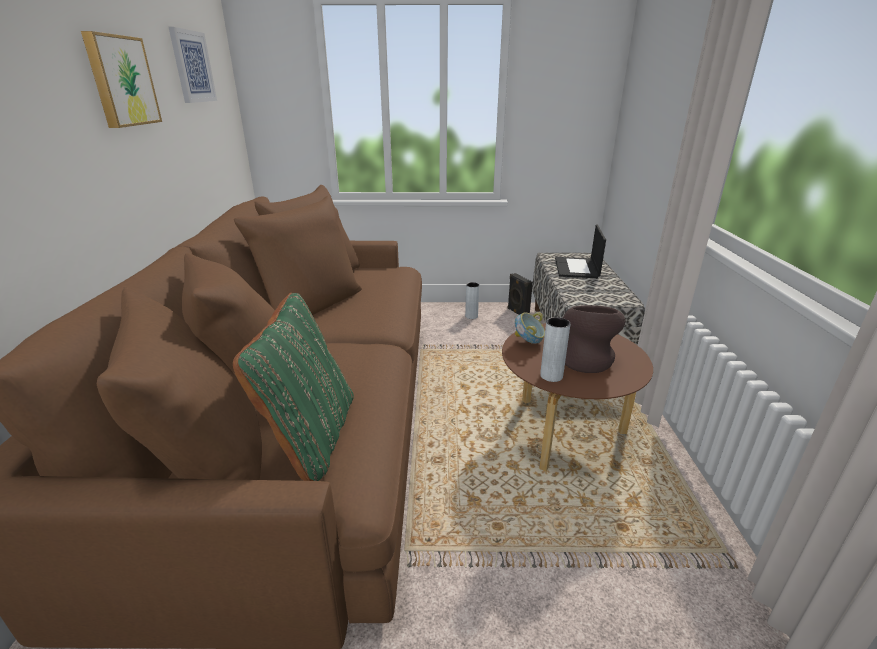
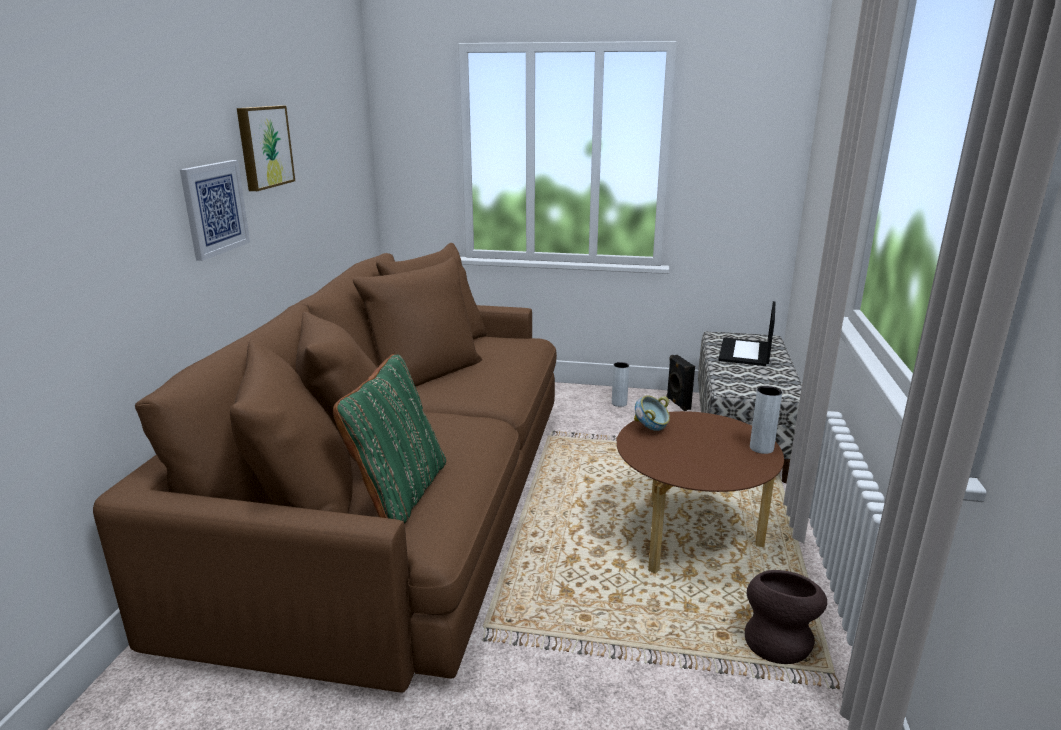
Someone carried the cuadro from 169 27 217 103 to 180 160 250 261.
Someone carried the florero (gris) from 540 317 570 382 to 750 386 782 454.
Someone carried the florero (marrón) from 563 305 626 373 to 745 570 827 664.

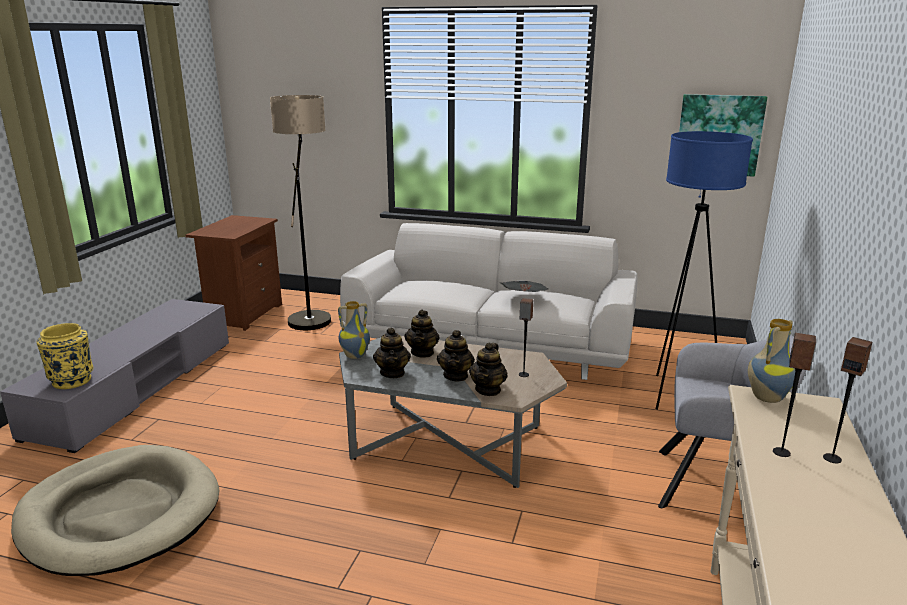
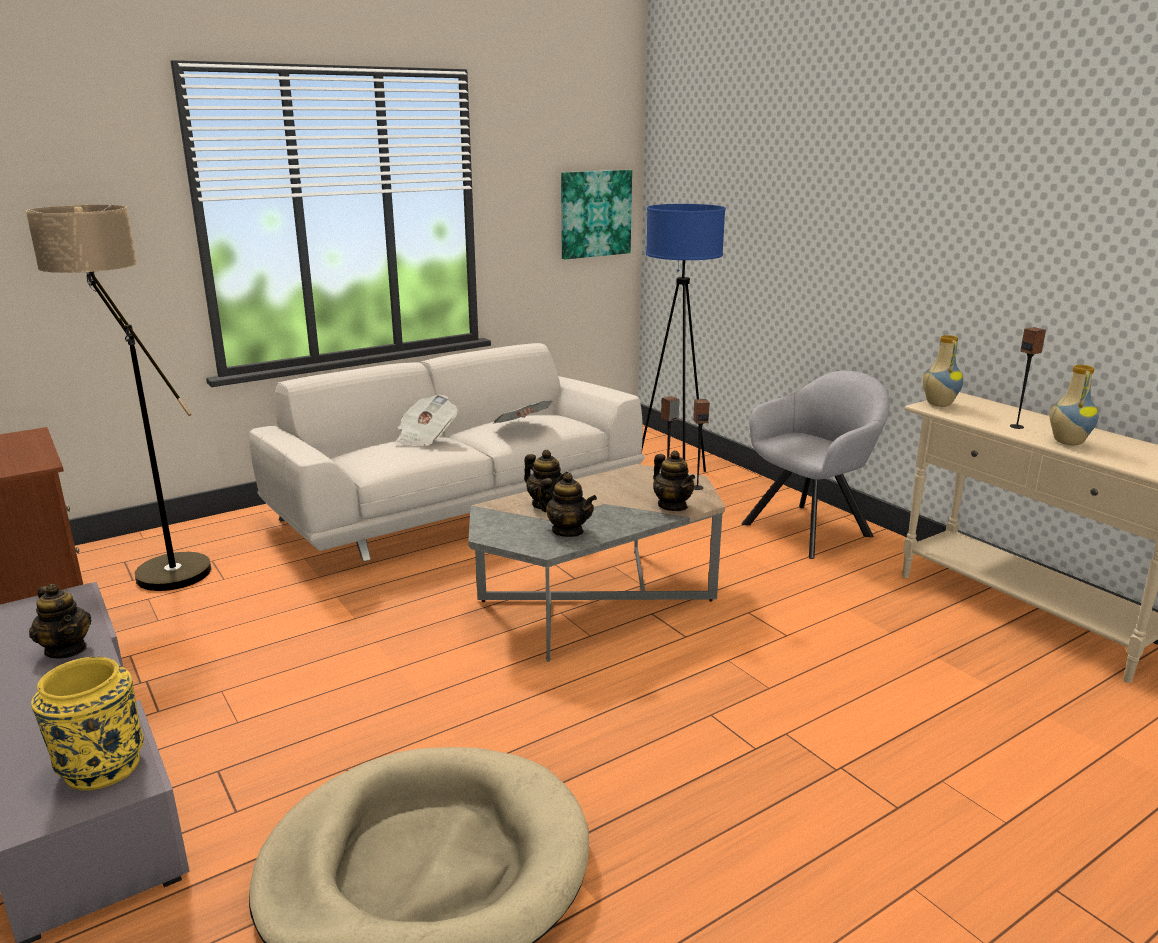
Someone put down the periódico at 395 395 458 446.
Someone carried the florero from 338 301 370 359 to 1050 365 1099 445.
Someone carried the tetera from 437 330 475 381 to 29 584 91 658.
Someone carried the altavoz from 823 337 872 463 to 693 399 710 490.

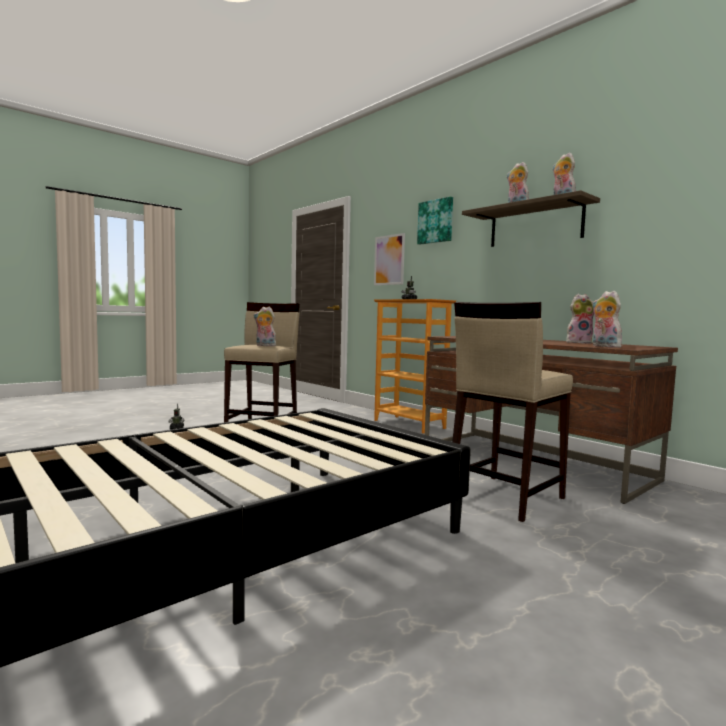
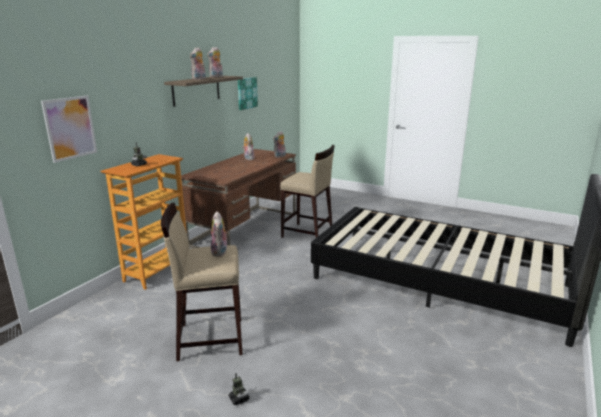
Someone carried the cuadro from 417 197 453 244 to 238 77 258 110.

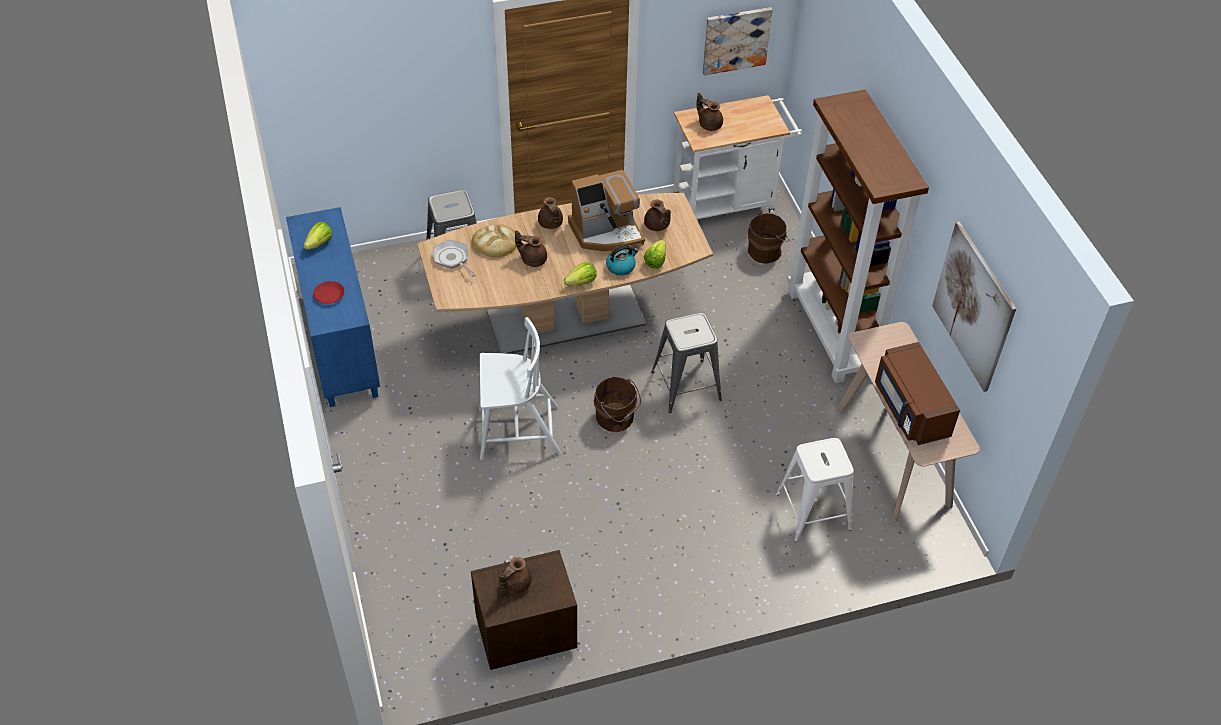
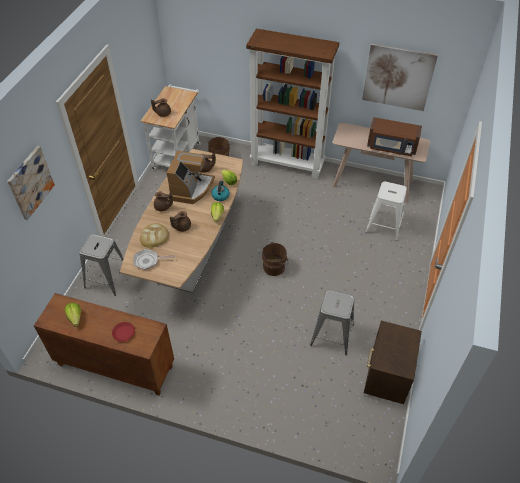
Someone took away the silla (blanco) at 479 317 561 460.
Someone took away the tetera (marrón) at 499 557 532 594.
Someone carried the taburete (gris) from 651 313 722 413 to 310 290 354 355.
Someone carried the cuadro from 703 7 773 75 to 7 146 55 220.
Someone repainted the armario (azul) at 286 207 380 407, which became the armario (marrón) at 34 293 174 396.

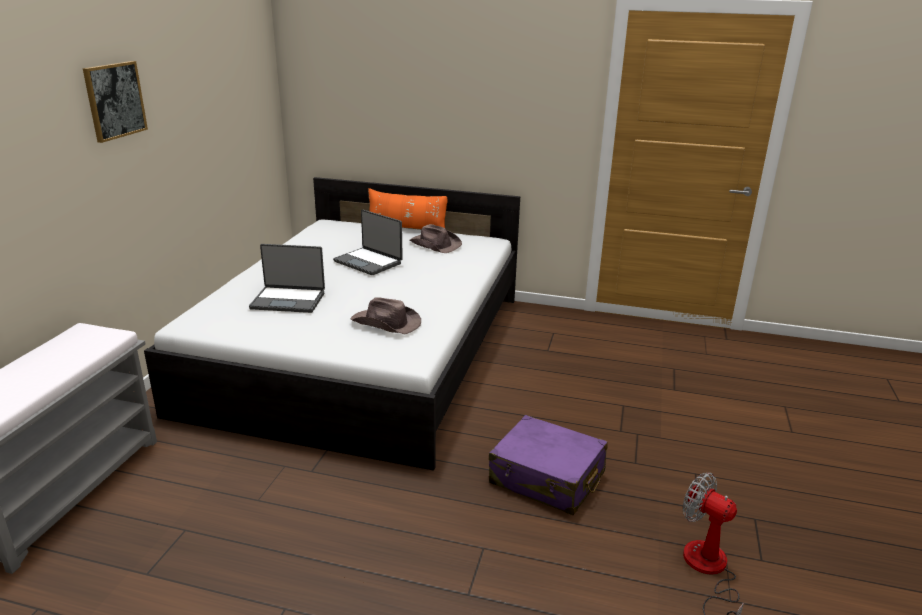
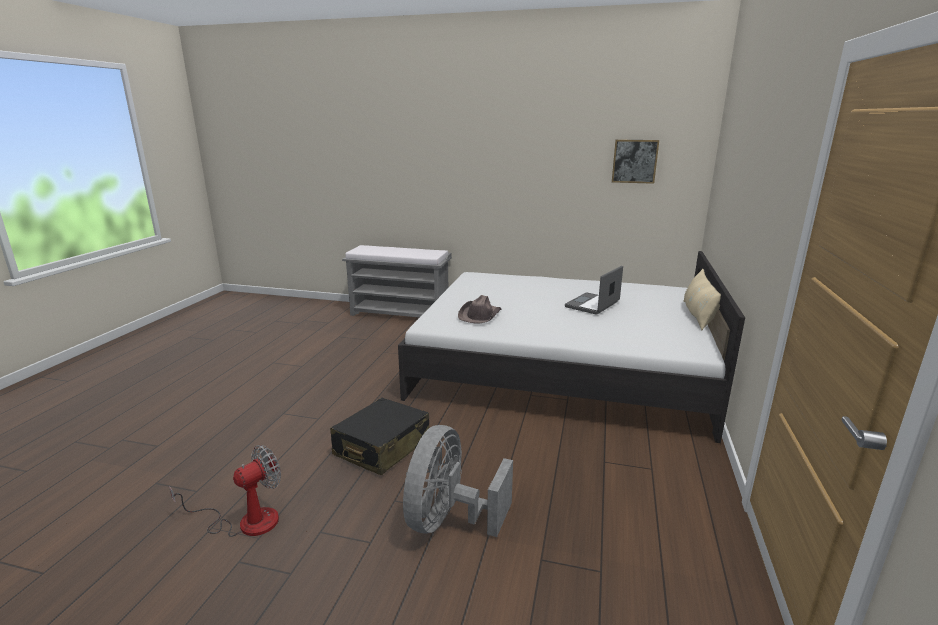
Someone took away the portátil at 249 244 325 313.
Someone took away the sombrero (marrón) at 410 224 462 253.
Someone put down the ventilador (gris) at 403 425 513 537.
Someone carried the cuadro from 83 61 148 143 to 612 140 659 184.
Someone repainted the cojín (naranja) at 368 188 448 229, which became the cojín (beis) at 684 269 721 330.
Someone repainted the maleta (morado) at 489 415 608 515, which became the maleta (negro) at 330 397 429 475.

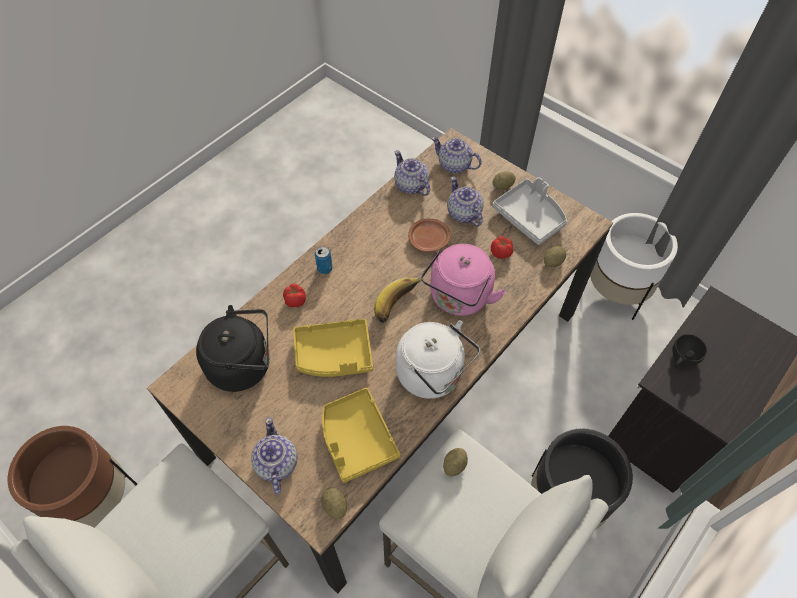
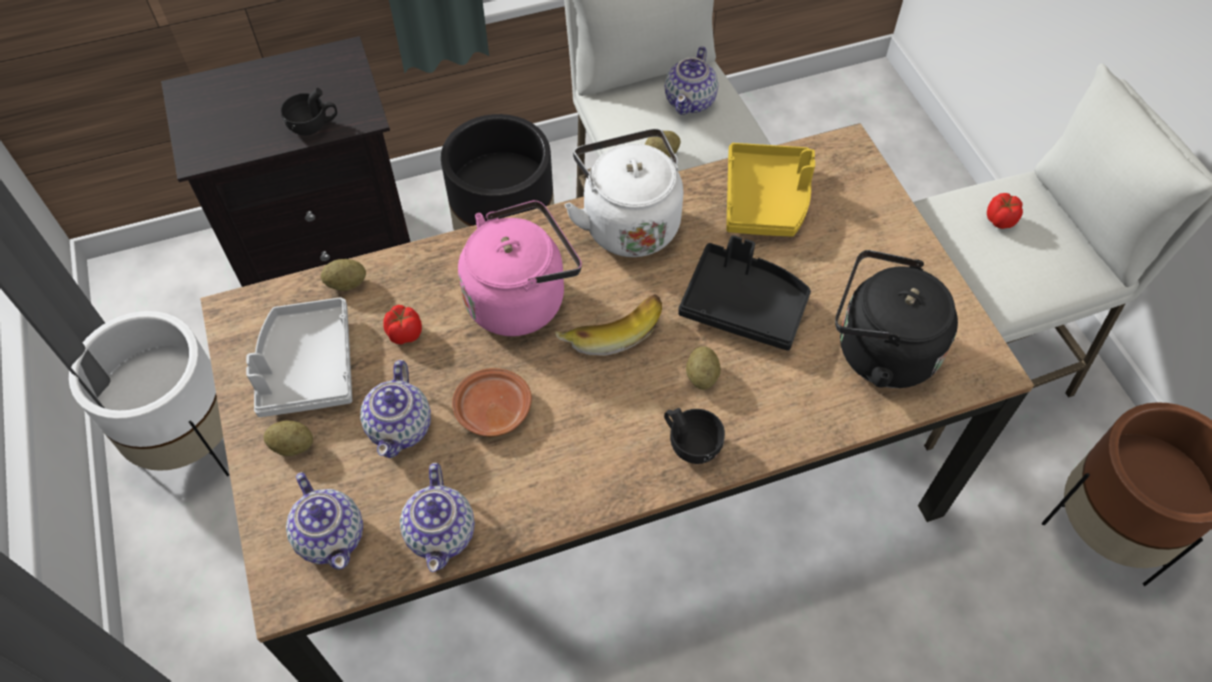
Someone carried the tetera from 251 417 298 494 to 665 46 718 115.
Someone carried the tomate from 283 284 306 307 to 987 193 1023 229.
Someone carried the patata from 322 487 347 519 to 686 346 721 390.
Someone swapped the lata at 315 247 332 274 for the taza (negro) at 664 408 725 464.
Someone repainted the bandeja (amarillo) at 293 319 373 377, which became the bandeja (negro) at 678 235 811 351.

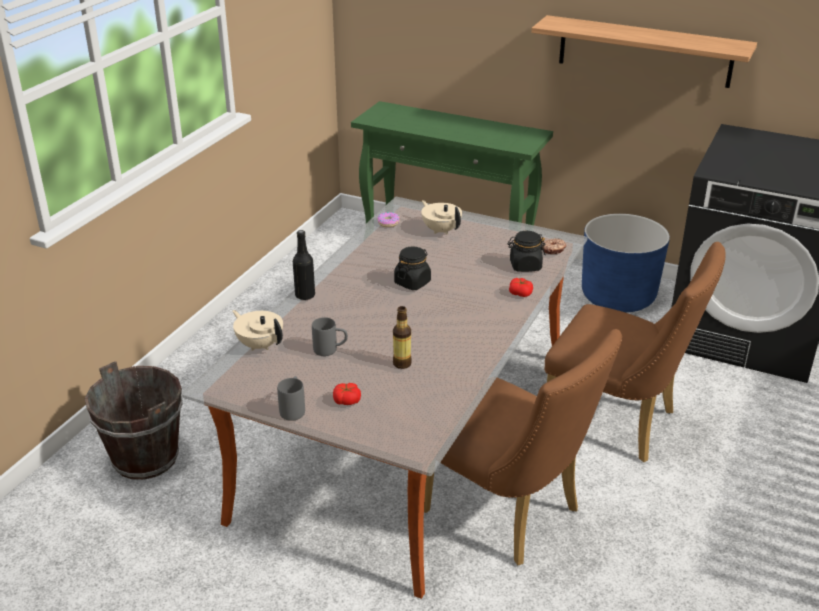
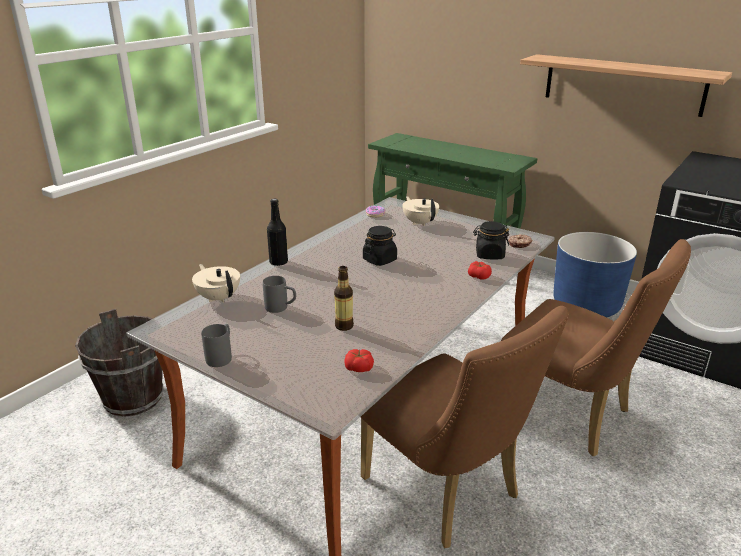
Someone carried the tomate from 333 383 361 405 to 344 349 374 372.

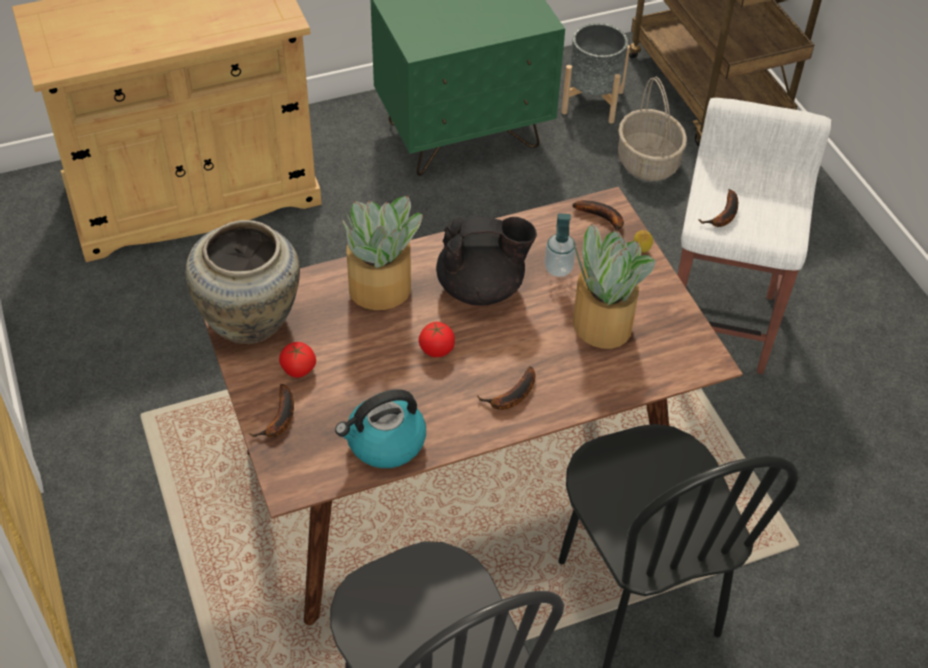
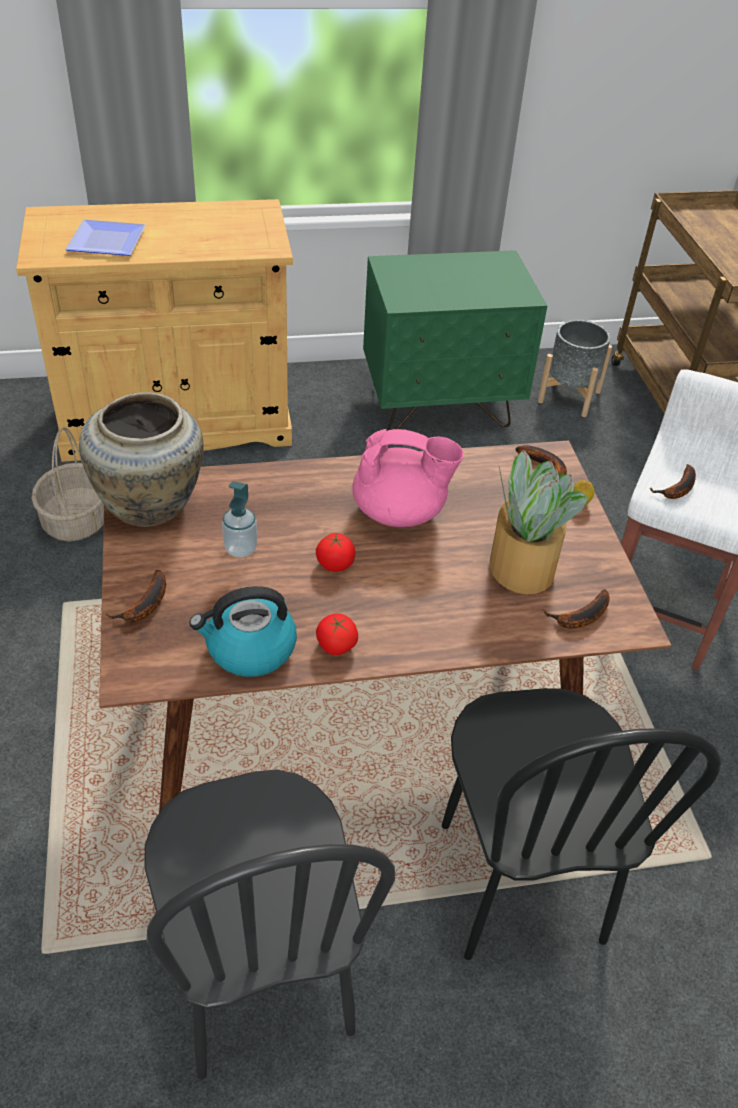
Someone took away the planta en maceta at 342 196 423 310.
Someone put down the plato at 65 220 146 256.
Someone carried the tomate from 279 342 316 378 to 316 613 358 655.
Someone carried the plátano from 477 366 536 410 to 543 589 610 629.
Someone carried the dispensador de jabón from 544 213 576 277 to 222 481 258 558.
Someone carried the cesta from 618 77 687 181 to 32 427 104 542.
Someone repainted the tetera (negro) at 436 217 537 305, which became the tetera (rosa) at 352 429 464 527.

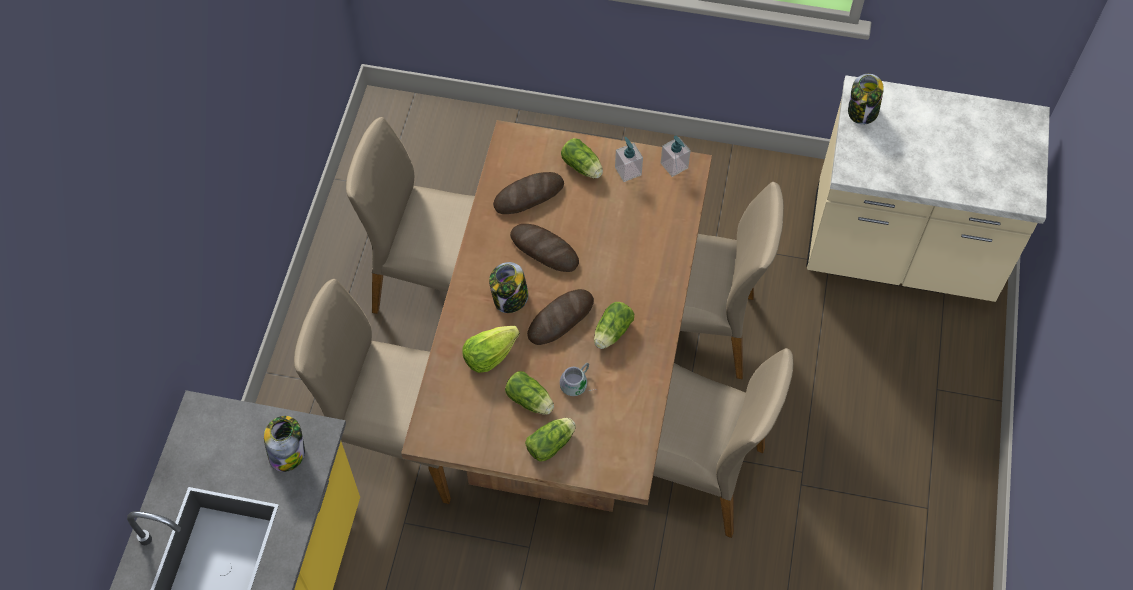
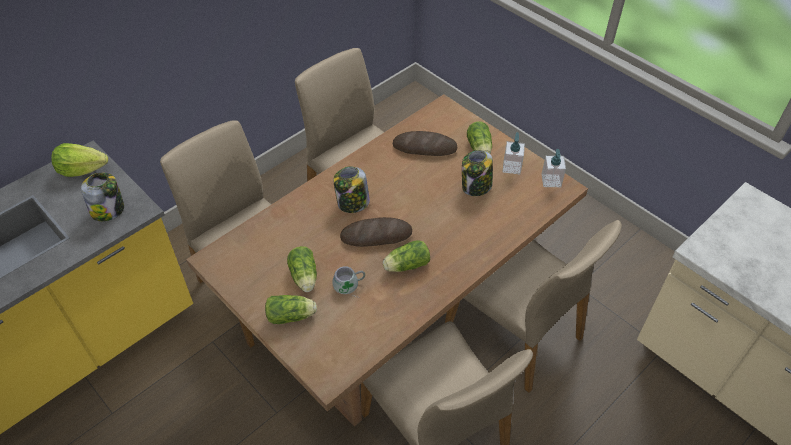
Someone took away the pan at 510 224 579 272.
Someone carried the lechuga from 462 326 520 373 to 51 143 108 177.
Someone carried the tarro from 848 74 884 125 to 462 150 493 196.

